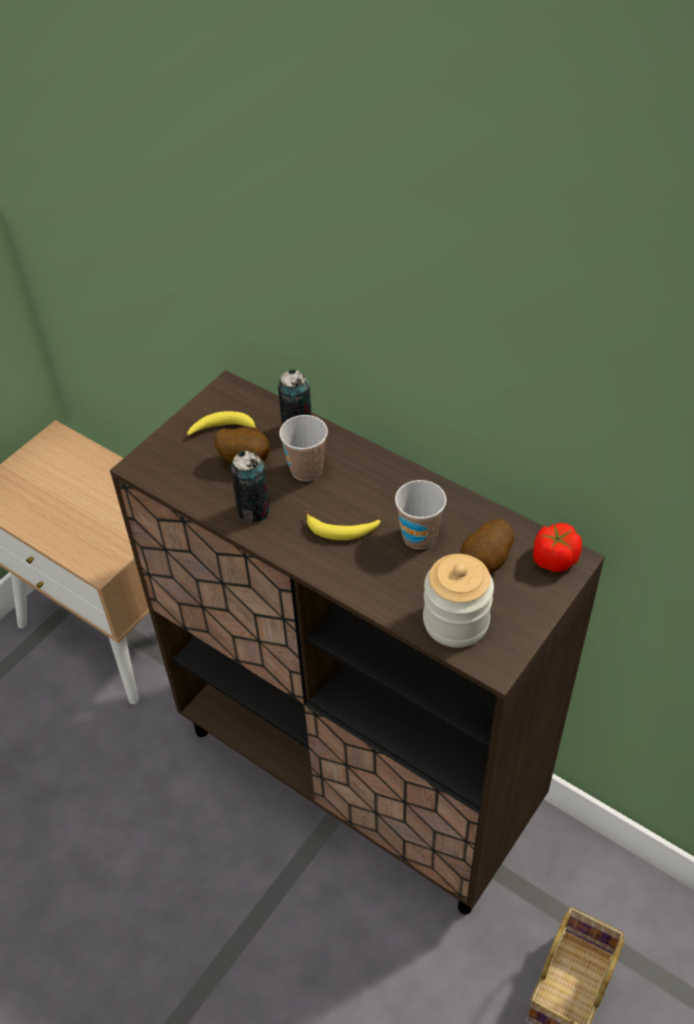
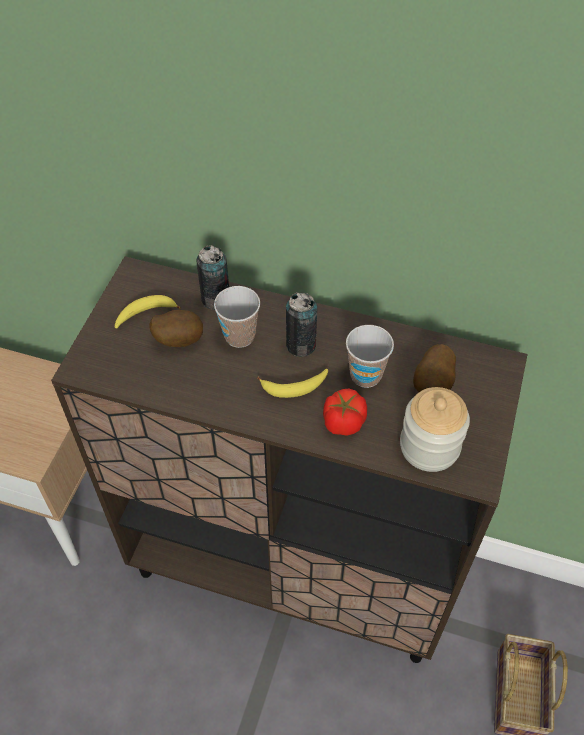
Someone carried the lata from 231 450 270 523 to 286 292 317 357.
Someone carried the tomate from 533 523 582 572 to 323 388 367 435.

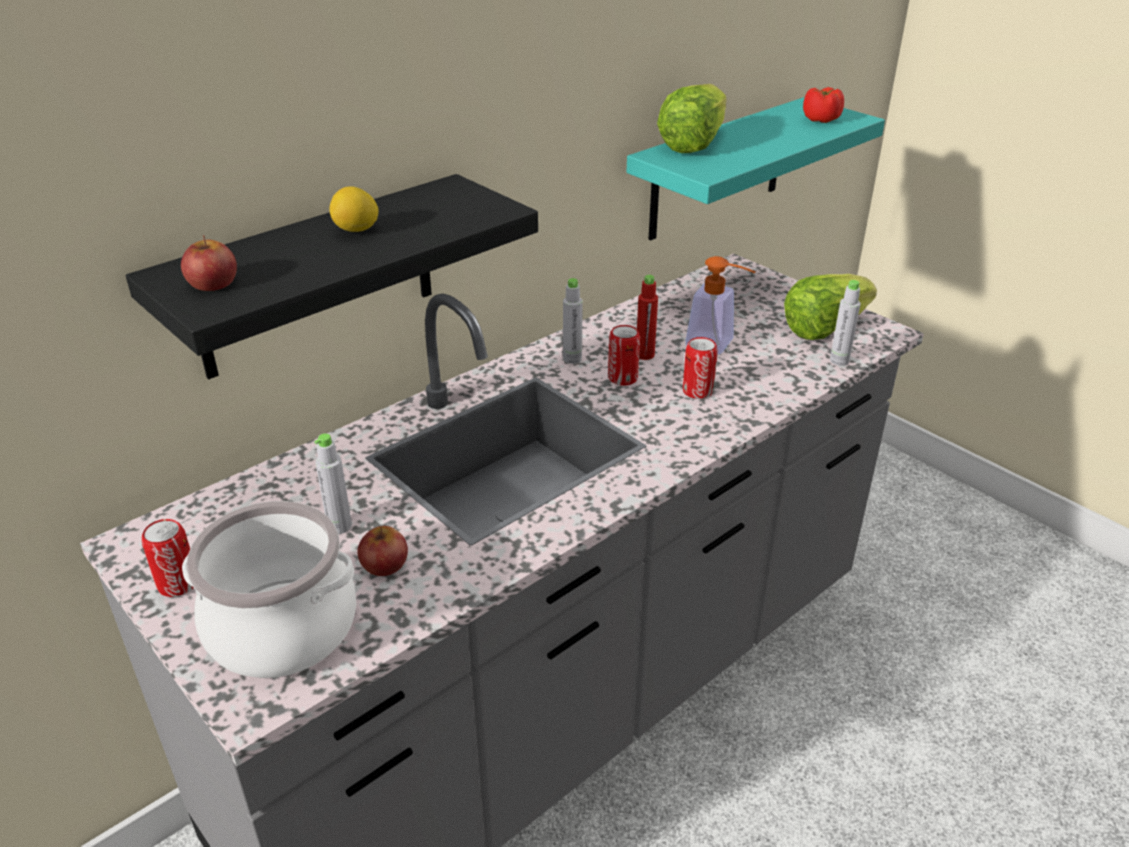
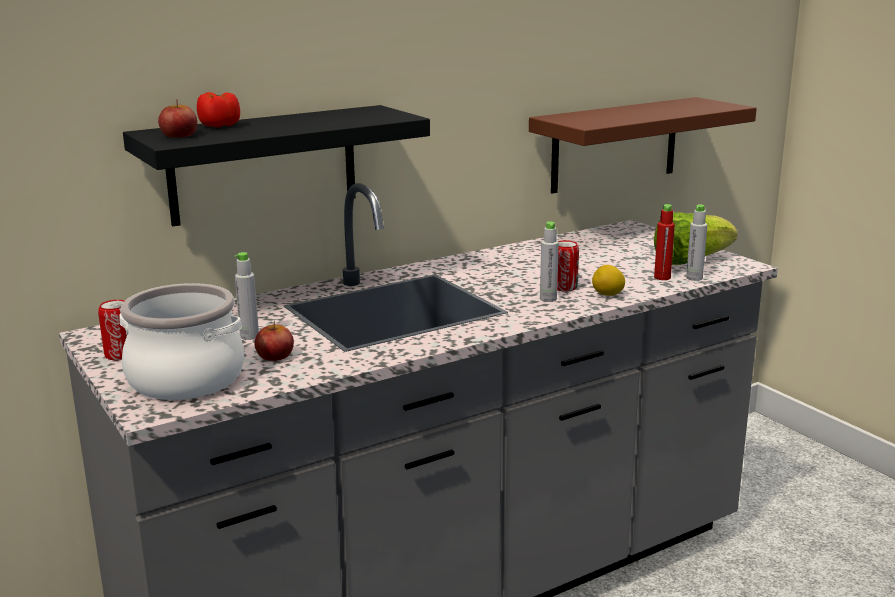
Someone took away the lata at 608 325 640 386.
Someone took away the lechuga at 657 84 727 153.
Someone took away the dispensador de jabón at 685 256 756 354.
Someone carried the limón from 329 186 379 232 to 592 265 625 296.
Someone carried the botella (gris) from 563 278 583 364 to 540 222 559 302.
Someone carried the botella (rojo) from 637 275 658 360 to 654 204 675 280.
Someone carried the tomate from 803 87 844 123 to 197 92 240 127.
Someone repainted the estante (turquesa) at 627 97 885 240, which became the estante (marrón) at 529 97 757 194.

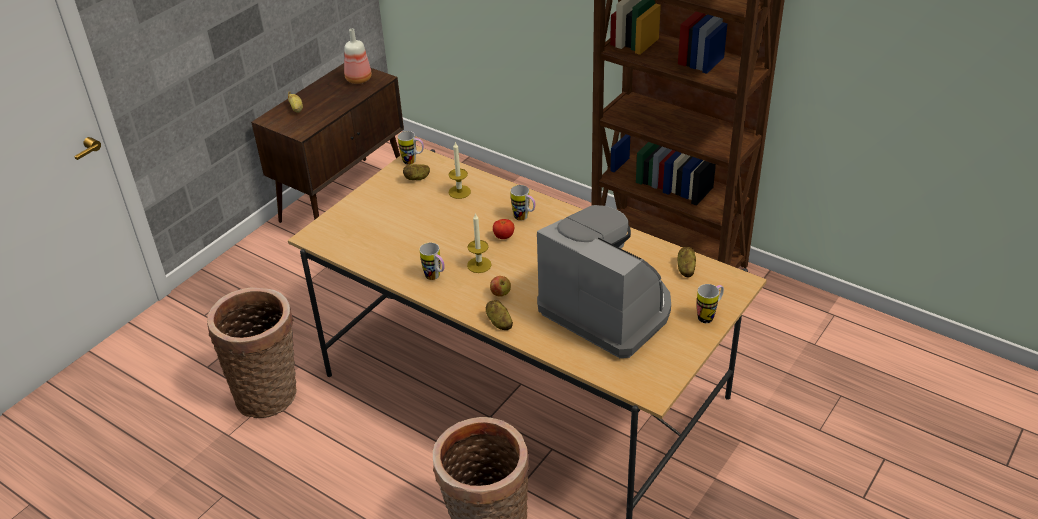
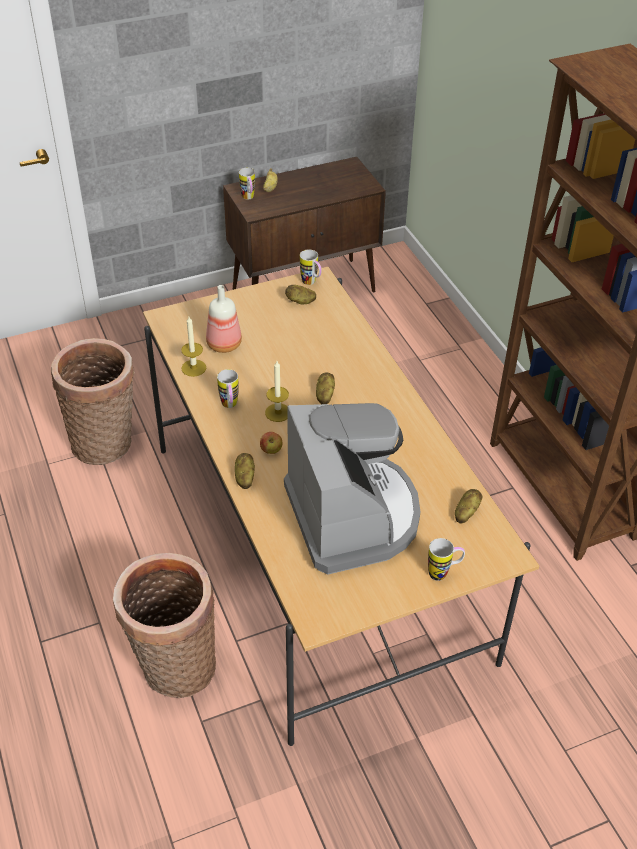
Someone carried the botella from 344 29 372 84 to 206 285 242 353.
Someone carried the vela from 449 142 471 199 to 181 317 206 377.
Someone carried the taza grande from 510 185 535 221 to 239 168 255 200.
Someone swapped the tomate at 493 219 514 239 for the patata at 316 372 335 404.

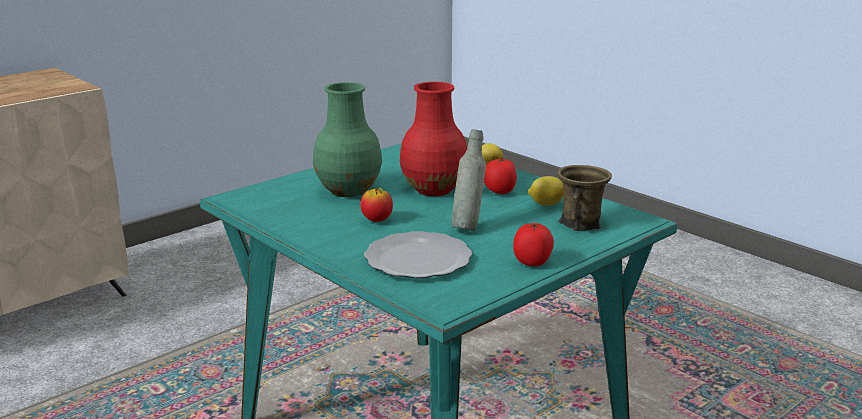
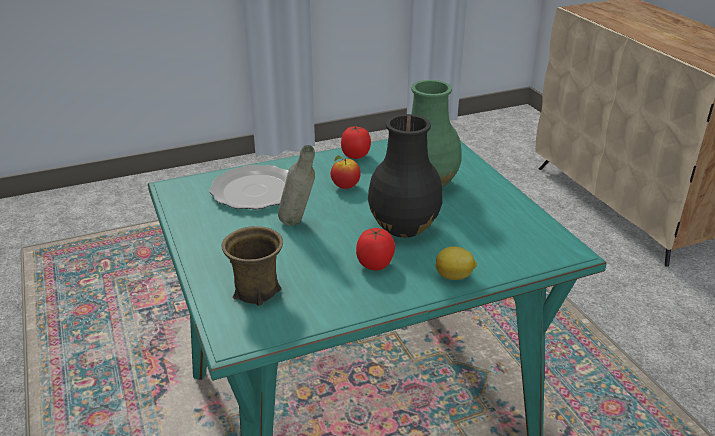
Someone took away the limón at 528 176 564 206.
Someone carried the tomate from 513 223 554 266 to 341 126 371 159.
Someone repainted the florero (rojo) at 400 82 467 196, which became the florero (negro) at 368 114 443 238.

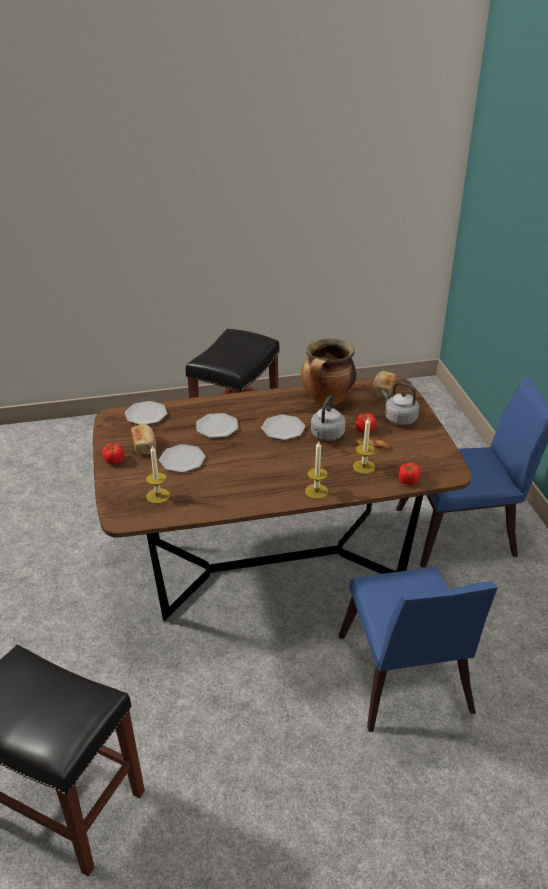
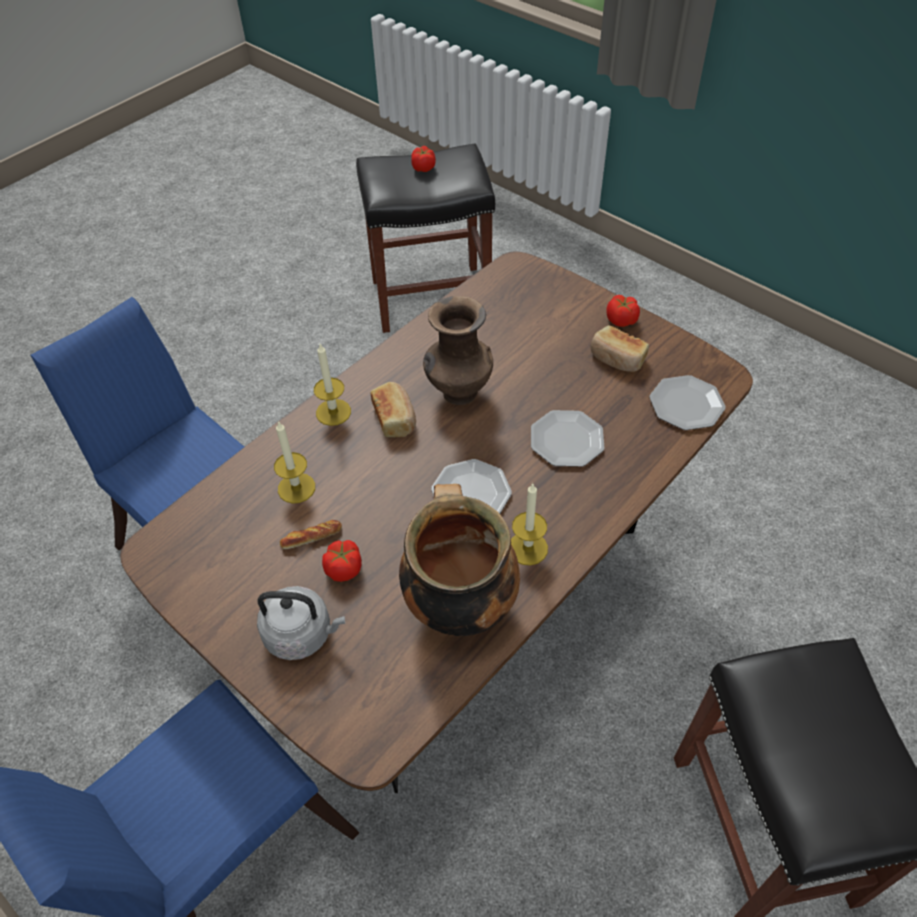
Someone took away the plato at 159 444 206 473.
Someone took away the hervidor (gris) at 311 395 346 441.
Someone put down the florero (marrón) at 423 296 493 405.
Someone carried the vela from 146 445 170 504 to 511 484 548 565.
Someone carried the pan from 373 371 396 397 to 371 382 416 437.
Someone carried the tomate from 399 462 421 485 to 411 146 436 172.

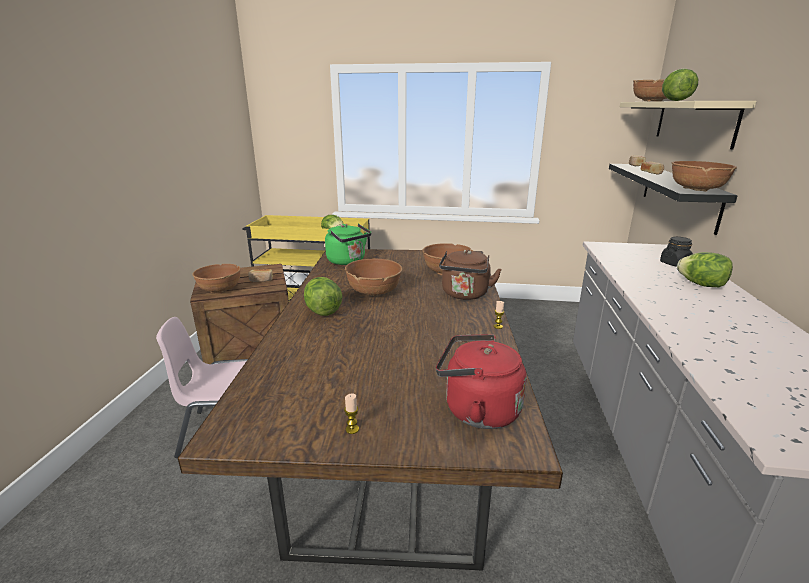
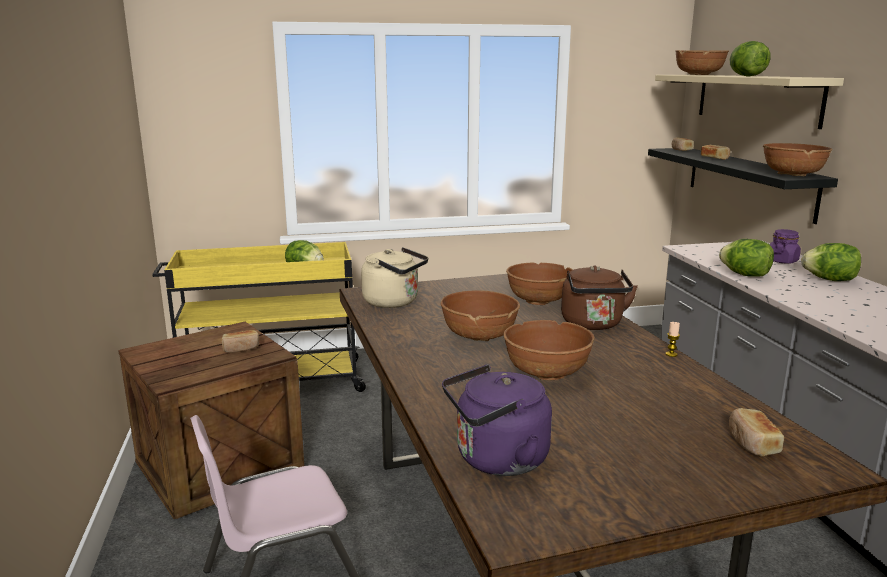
Someone took away the vela at 344 393 359 434.
Someone put down the hervidor (morado) at 442 365 552 476.
Someone carried the cuenco (marrón) from 192 264 241 294 to 503 320 595 380.
Someone carried the lechuga from 304 277 342 316 to 719 239 774 277.
Someone swapped the hervidor (rojo) at 436 334 527 429 for the pan at 729 408 784 456.
Someone repainted the hervidor (verde) at 325 224 371 265, which became the hervidor (beis) at 361 247 428 308.
Someone repainted the tarro (negro) at 660 237 693 267, which became the tarro (morado) at 770 229 801 264.

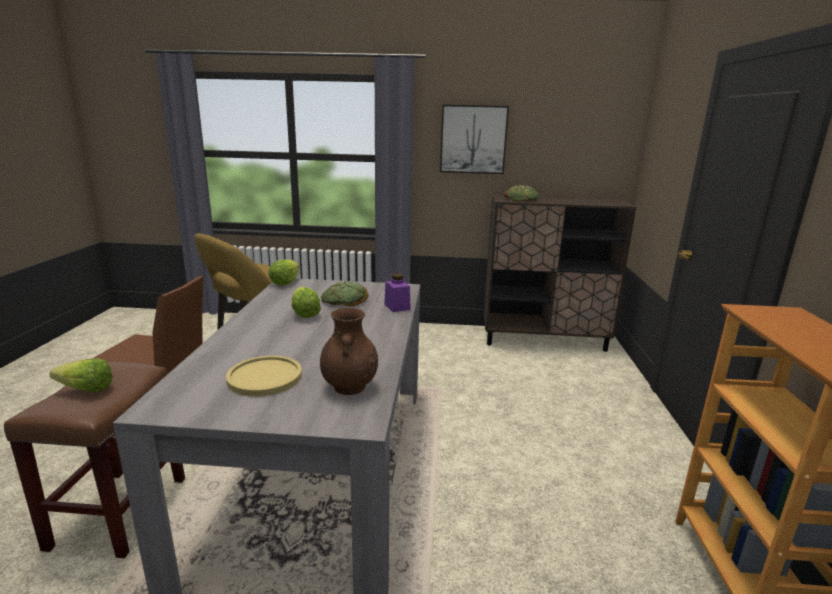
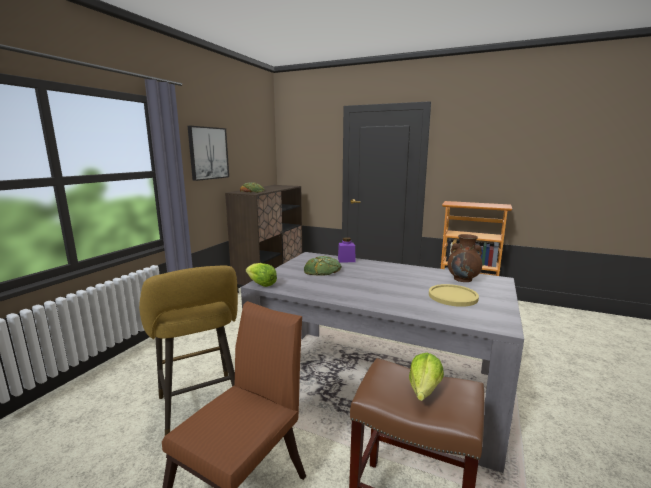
Someone took away the lechuga at 292 287 321 318.

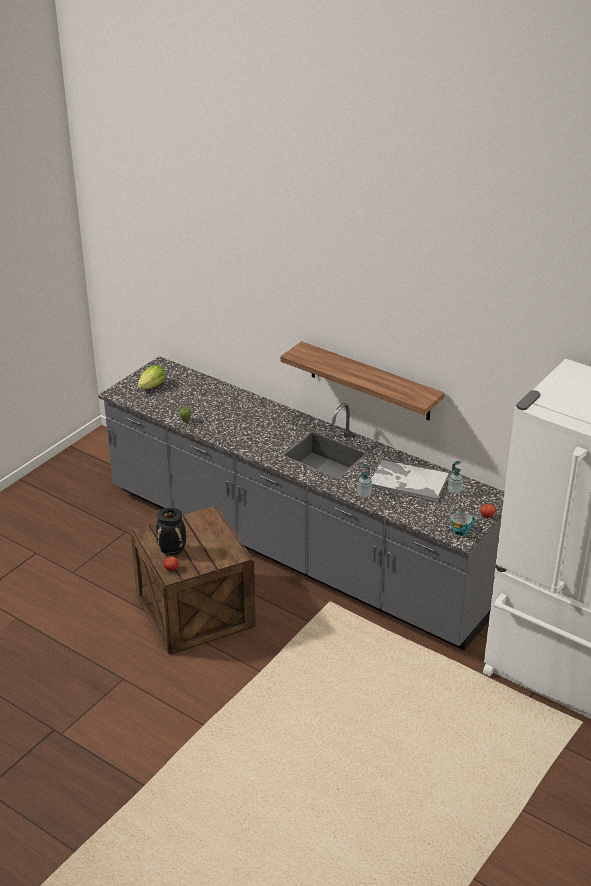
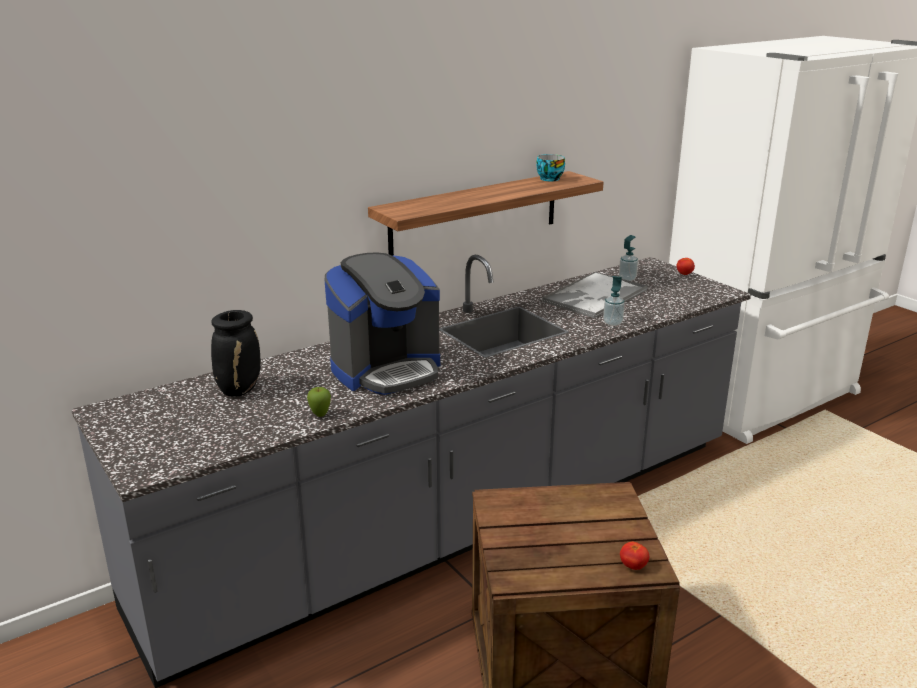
Someone took away the lechuga at 137 365 166 389.
Someone put down the cafetera at 325 252 440 395.
Someone carried the florero (negro) from 156 508 186 555 to 211 310 261 397.
Someone carried the taza from 450 512 475 536 to 536 154 565 181.

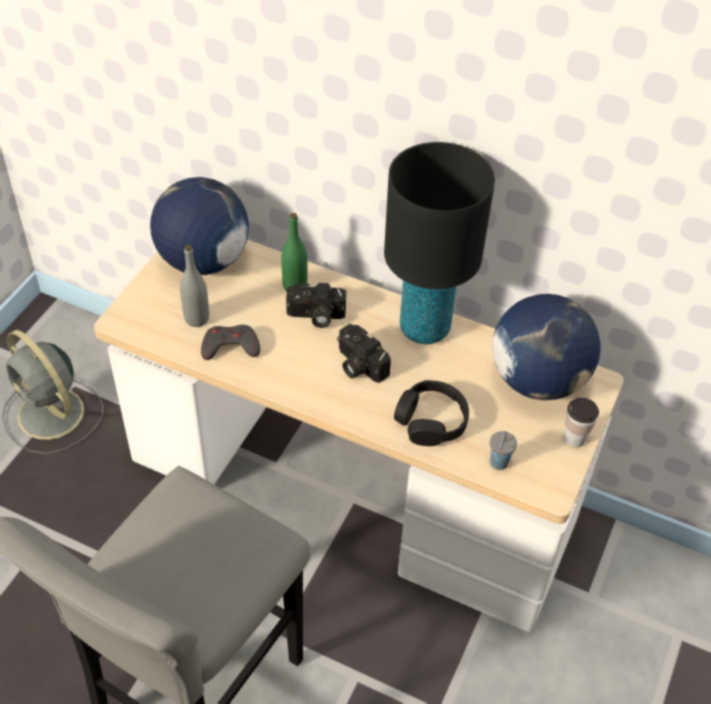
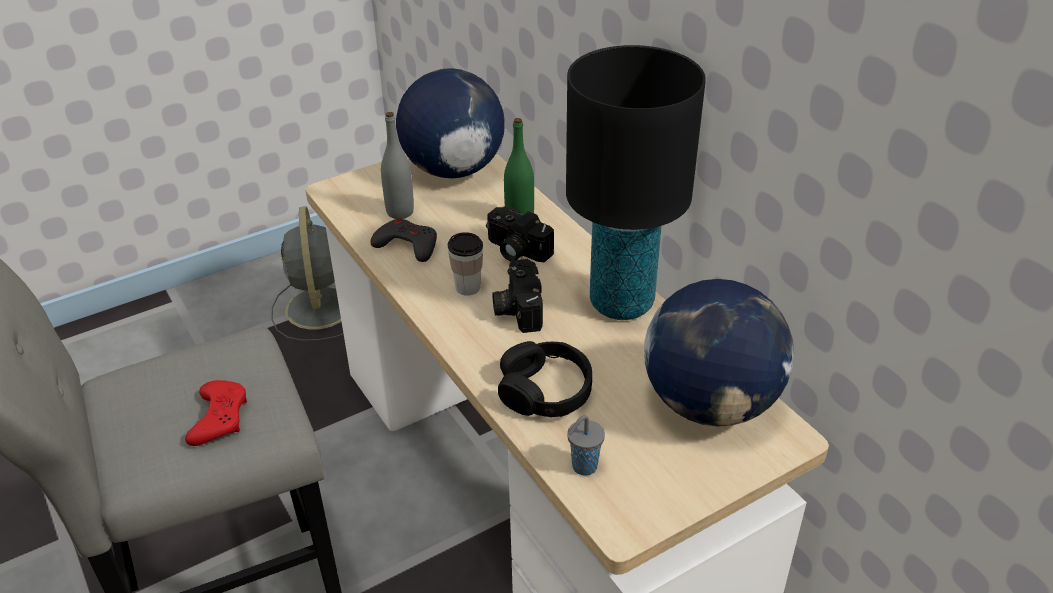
Someone put down the mando de consola (rojo) at 185 380 247 446.
Someone carried the taza from 564 398 599 447 to 448 232 483 296.

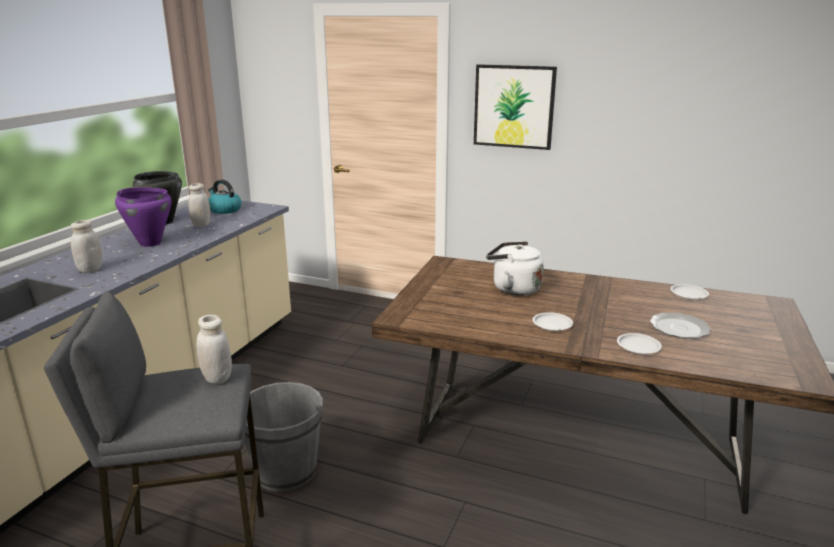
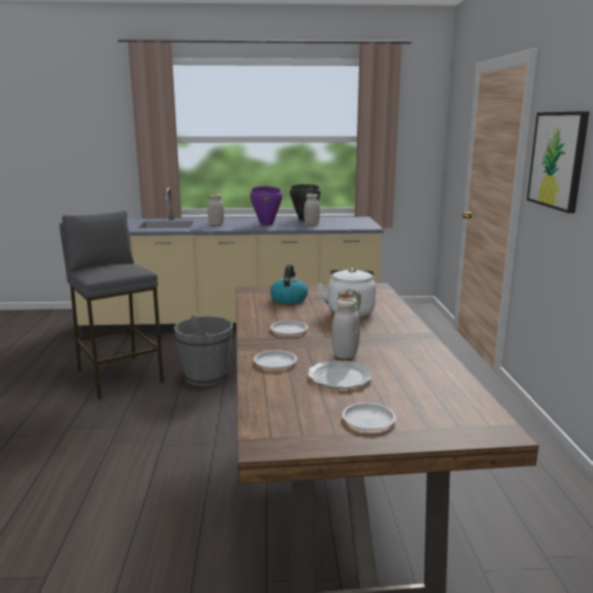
Someone carried the tarro (blanco) from 196 315 232 384 to 331 298 360 359.
Someone carried the hervidor from 208 180 242 214 to 270 264 308 304.
Someone carried the plato (blanco) from 670 284 709 300 to 342 403 396 430.

